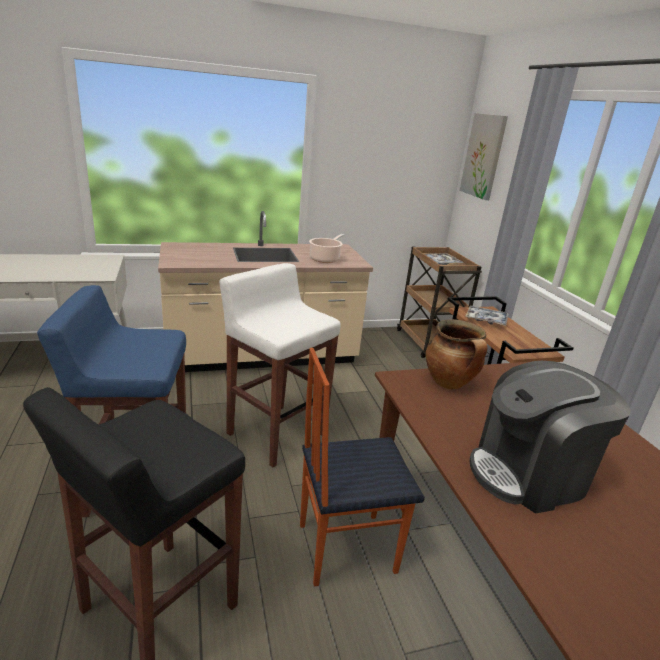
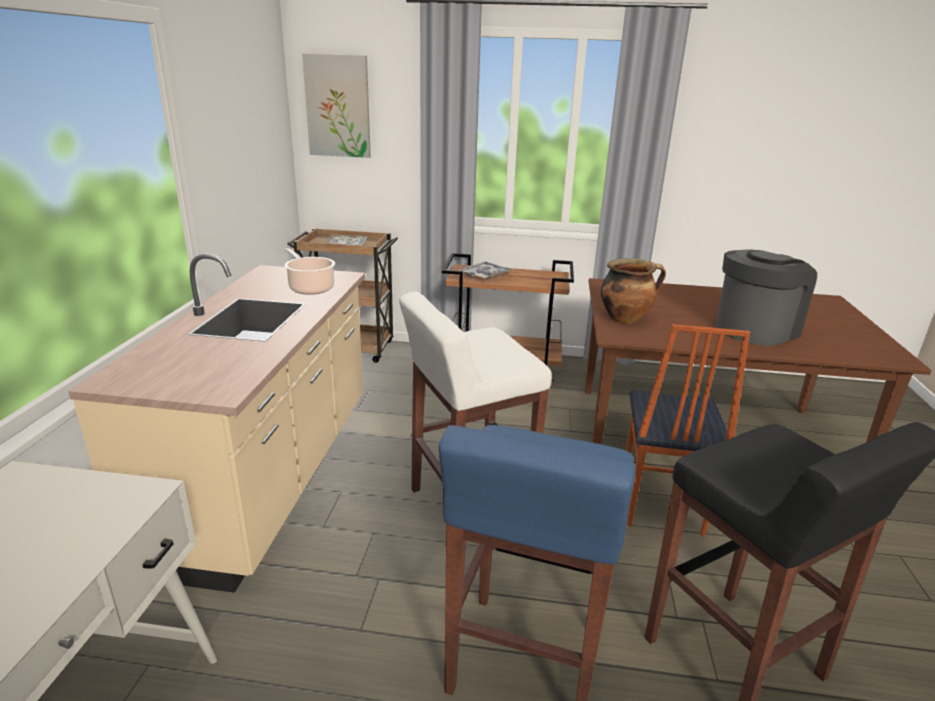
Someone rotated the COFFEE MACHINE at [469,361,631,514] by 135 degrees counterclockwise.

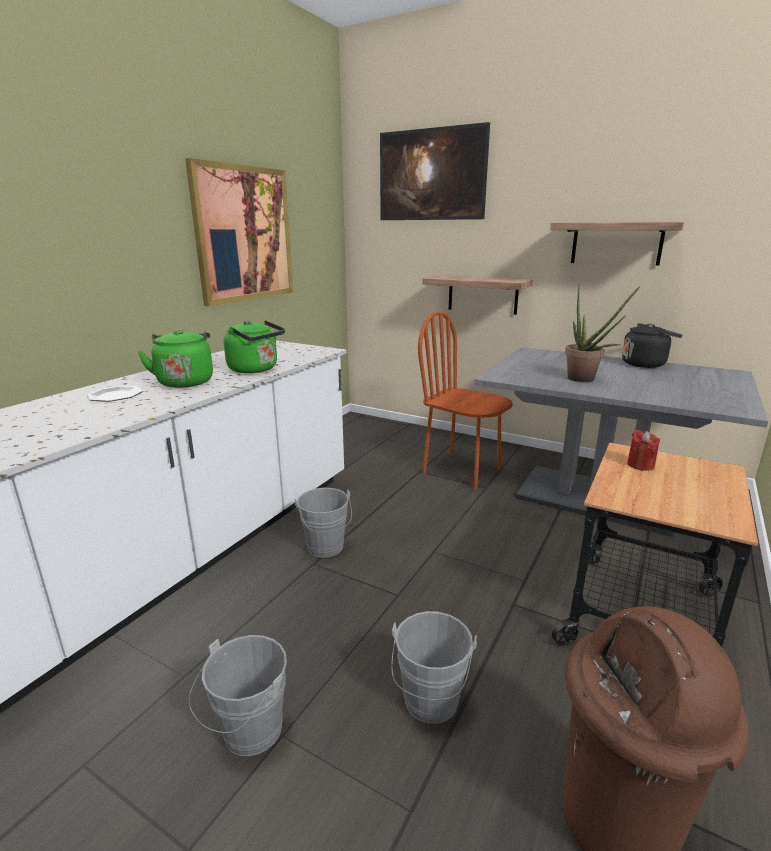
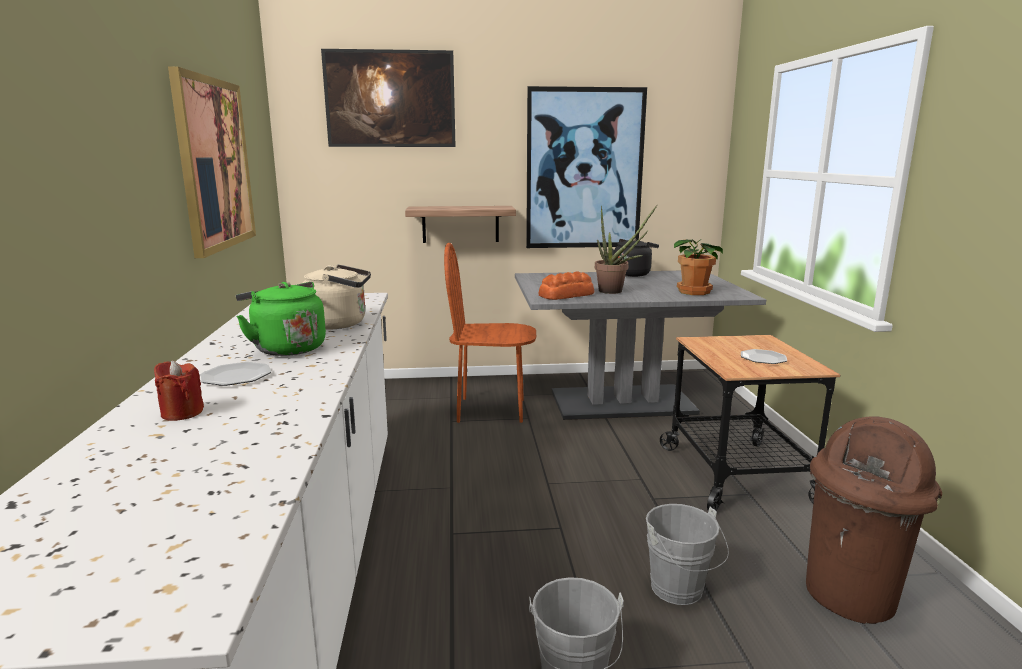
Someone took away the GREY BUCKET at [295,488,352,558].
Someone put down the BREAD at [539,272,594,300].
Someone put down the POTTED PLANT at [674,239,723,295].
Someone put down the PLATE at [741,349,787,364].
Someone carried the RED CANDLE from [627,430,660,471] to [154,360,204,421].
Someone swapped the SHELF at [550,222,685,266] for the PICTURE at [526,86,647,248].
Someone repainted the GREEN KETTLE at [224,320,285,373], which became the BEIGE KETTLE at [303,264,371,329].

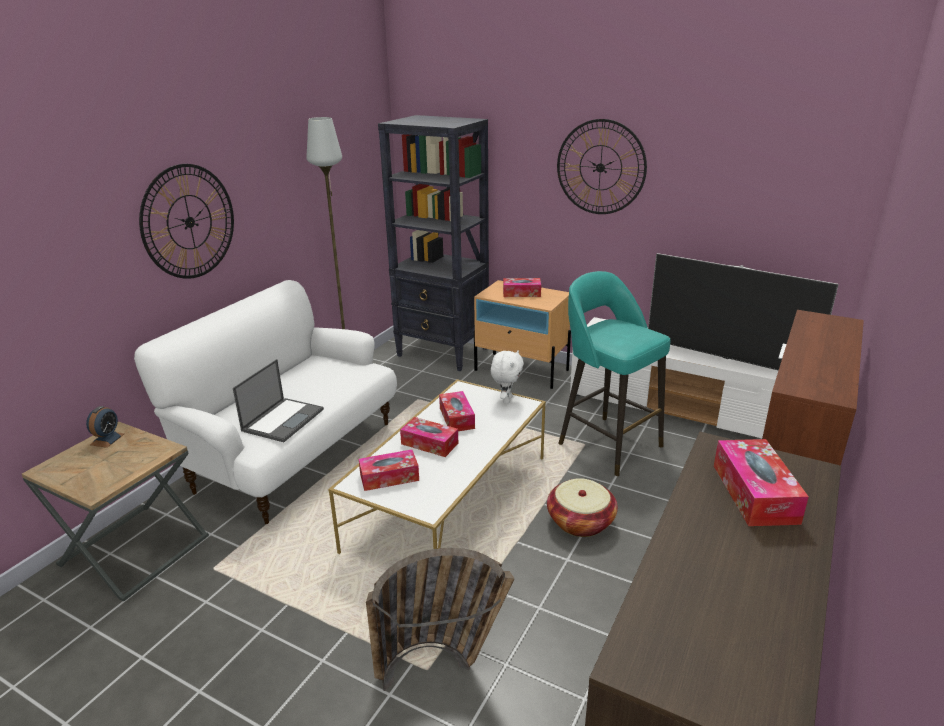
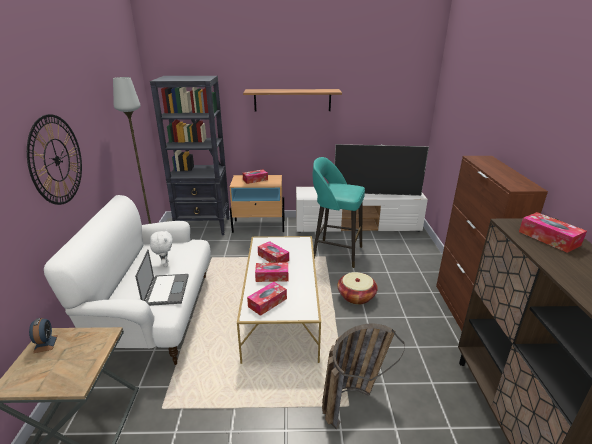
Someone carried the WHITE PLUSH TOY from [491,350,524,404] to [150,229,173,267].
Someone swapped the WALL CLOCK at [557,119,647,214] for the SHELF at [243,89,342,112].

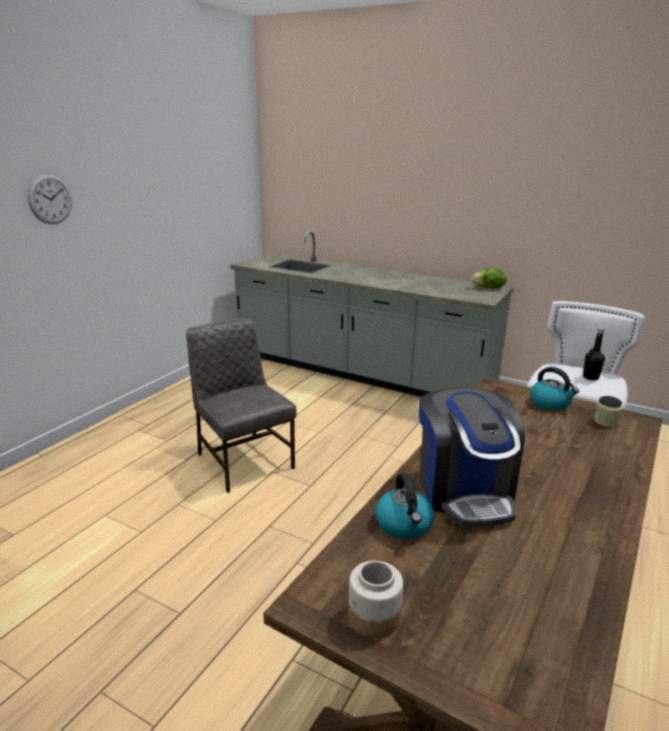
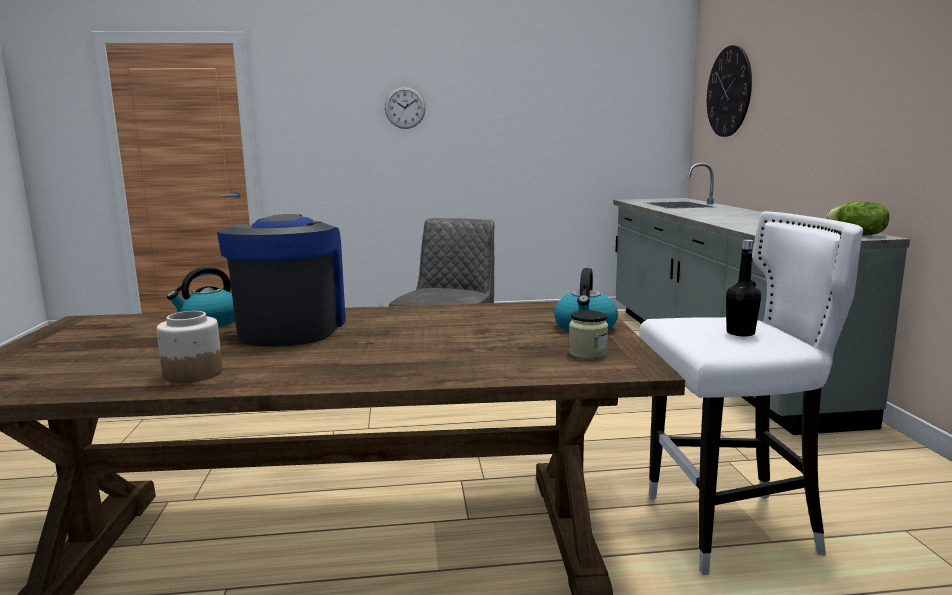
Someone put up the WALL CLOCK at [707,45,752,137].
Someone carried the JAR from [348,561,403,638] to [157,311,223,383].
Someone rotated the COFFEE MACHINE at [419,388,525,527] by 135 degrees clockwise.

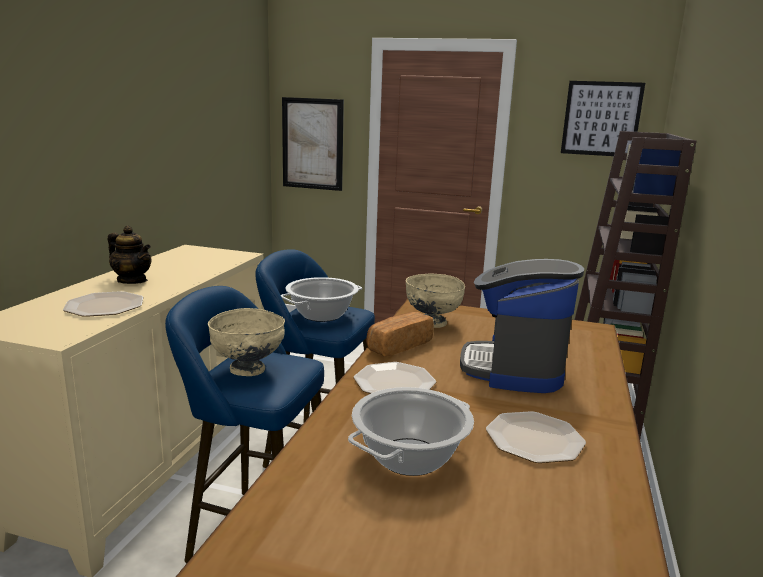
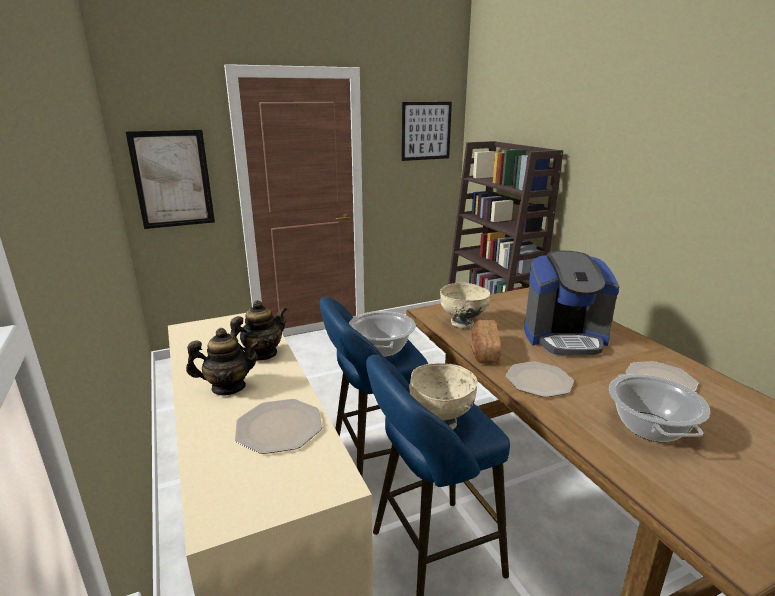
Someone put down the TEAPOT at [230,300,287,360].
Someone rotated the COFFEE MACHINE at [460,259,584,393] by 60 degrees counterclockwise.

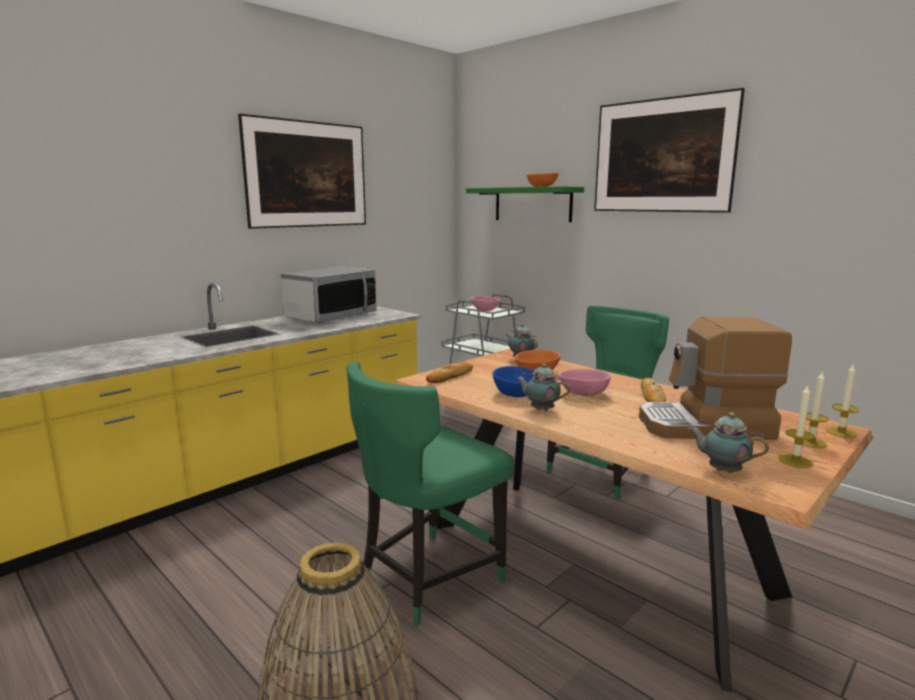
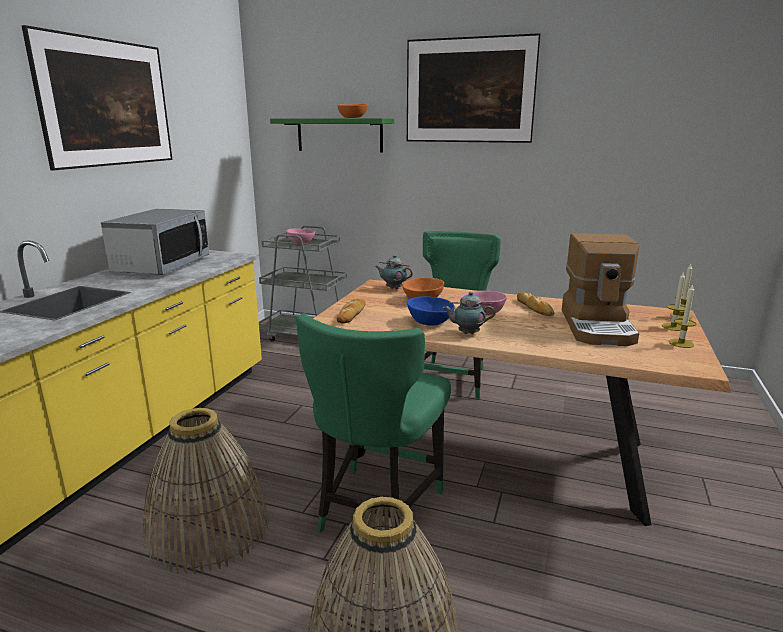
Someone took away the TEAPOT at [688,412,769,473].
Someone put down the BASKET at [143,408,269,574].
Someone rotated the COFFEE MACHINE at [639,317,792,440] by 60 degrees counterclockwise.

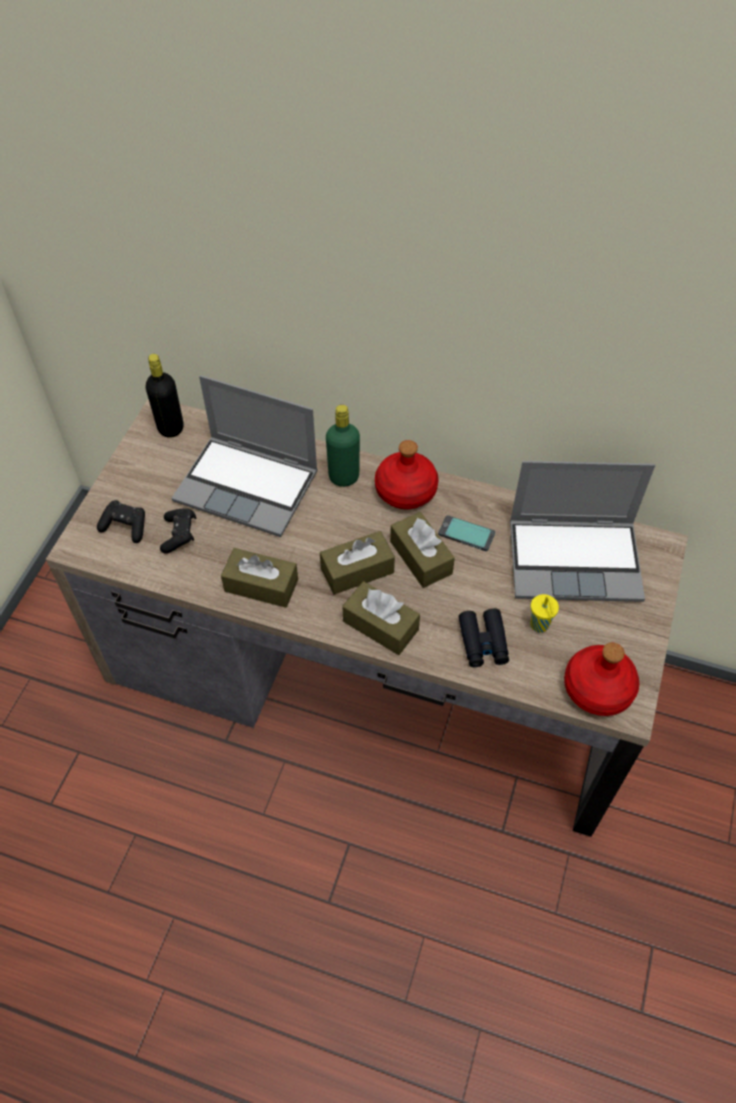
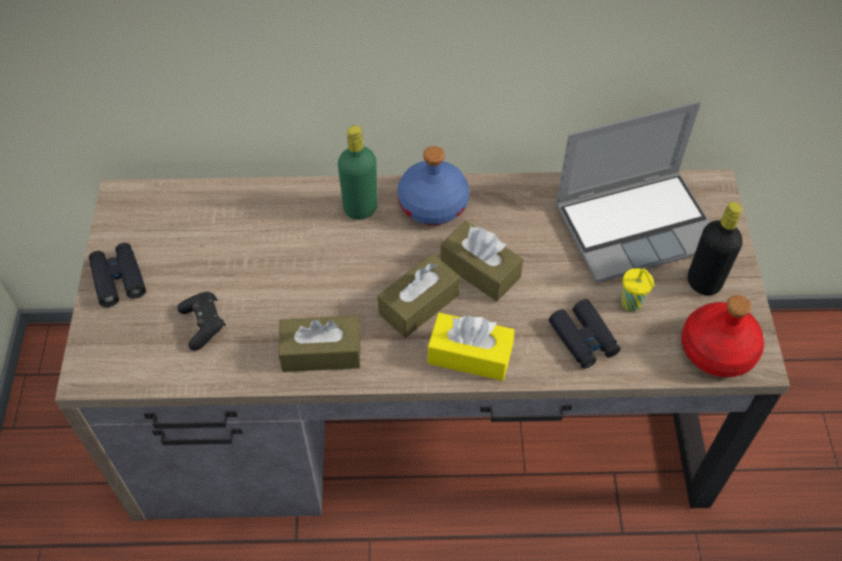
Someone took away the BLACK GAME CONTROLLER at [97,500,145,543].
Someone took away the LAPTOP at [172,375,318,537].
Someone took away the PHONE at [438,515,495,551].
Someone put down the BLACK BINOCULARS at [89,243,146,307].
Someone carried the BLACK BOTTLE from [146,354,184,438] to [688,202,742,295].
Someone repainted the BROWN TISSUE BOX at [342,581,420,655], which became the YELLOW TISSUE BOX at [428,313,514,381].
Someone repainted the RED BOTTLE at [375,440,439,510], which became the BLUE BOTTLE at [398,146,469,225].

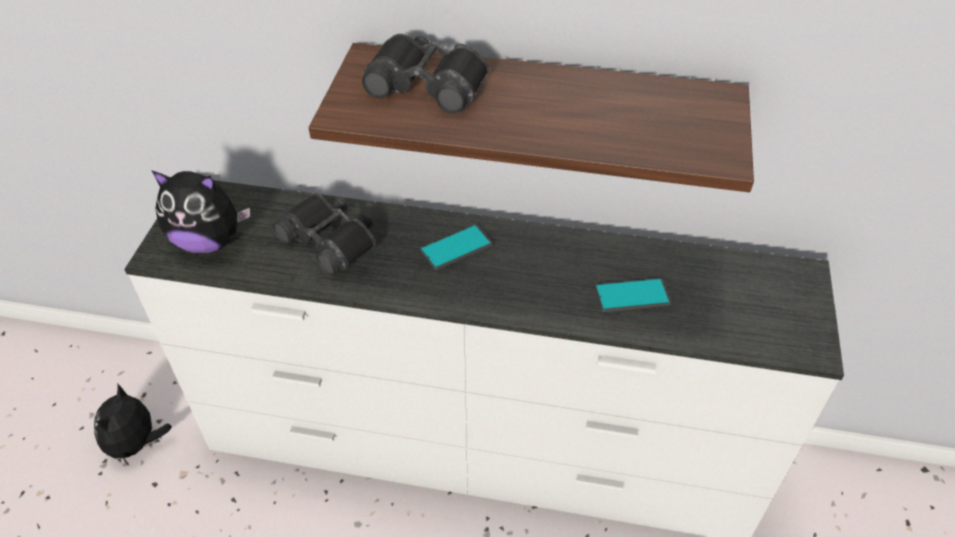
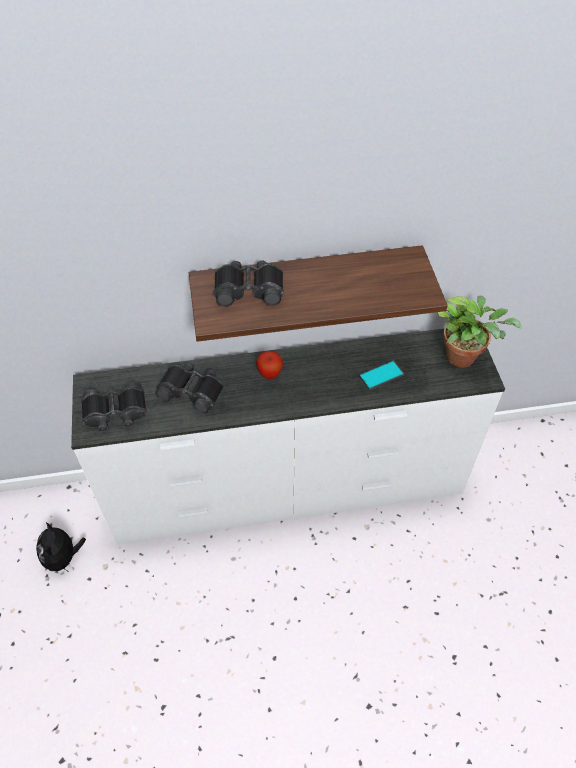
Someone put down the POTTED PLANT at [437,295,522,367].
Someone swapped the PLUSH TOY at [151,170,250,253] for the BLACK BINOCULARS at [81,382,147,432].
Someone swapped the PHONE at [420,224,492,270] for the APPLE at [256,351,283,379].

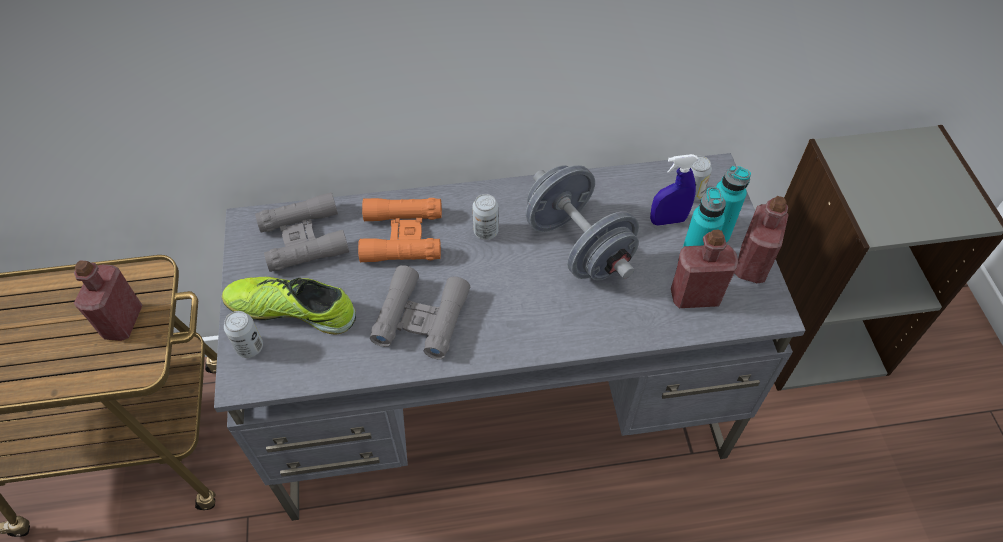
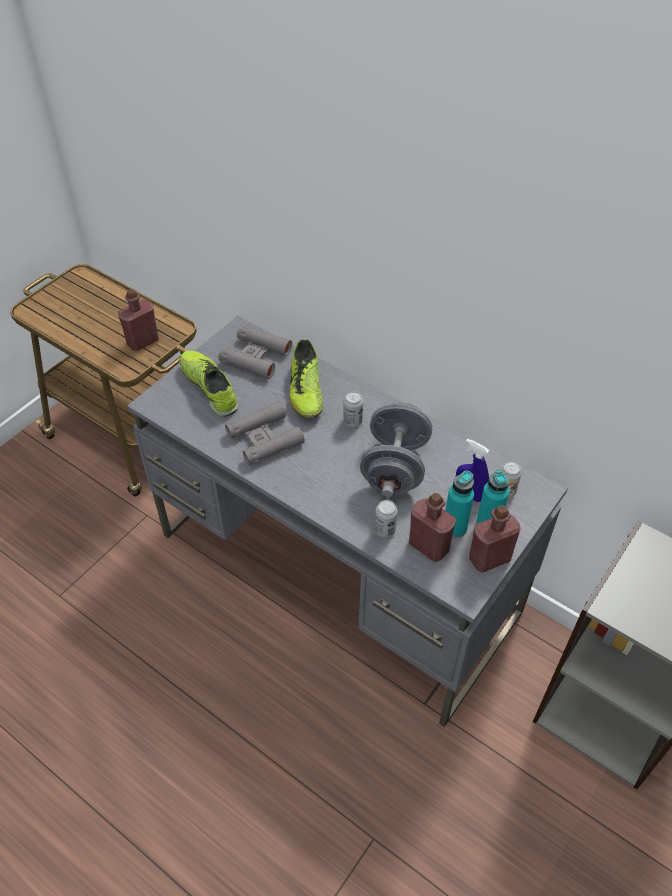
Someone carried the CAN from [224,311,263,358] to [375,500,397,538].
Someone swapped the ORANGE BINOCULARS at [358,198,442,262] for the SHOE at [289,340,323,418].

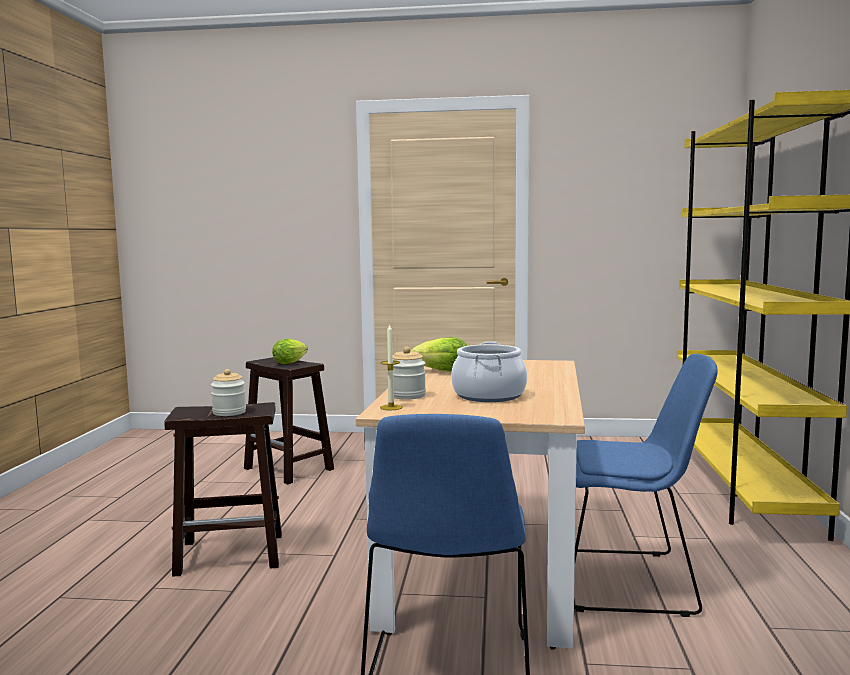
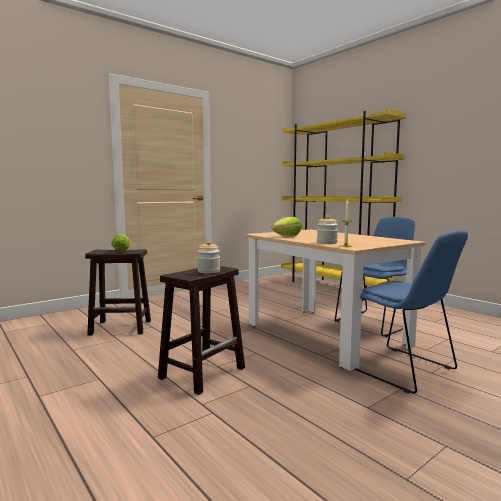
Someone took away the COOKING POT at [451,341,527,402].

